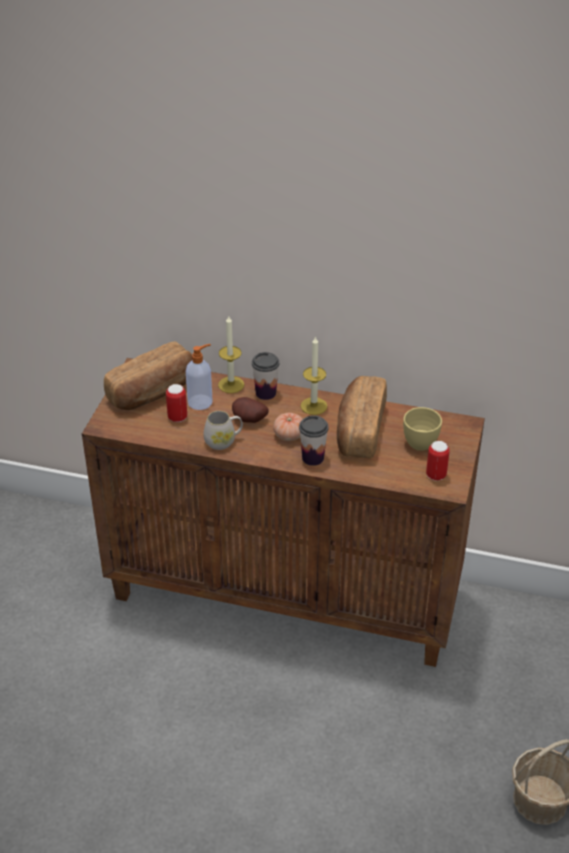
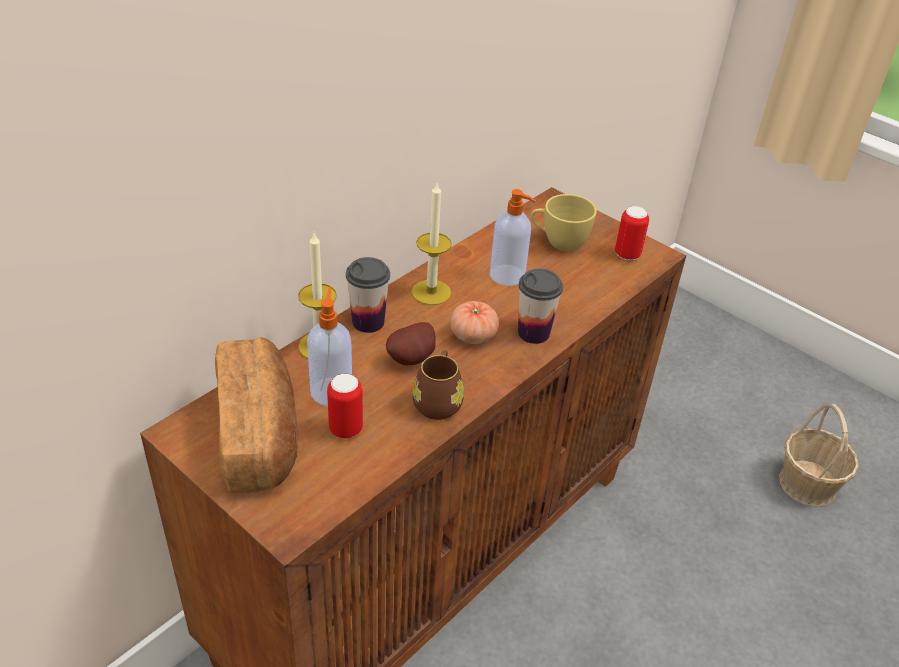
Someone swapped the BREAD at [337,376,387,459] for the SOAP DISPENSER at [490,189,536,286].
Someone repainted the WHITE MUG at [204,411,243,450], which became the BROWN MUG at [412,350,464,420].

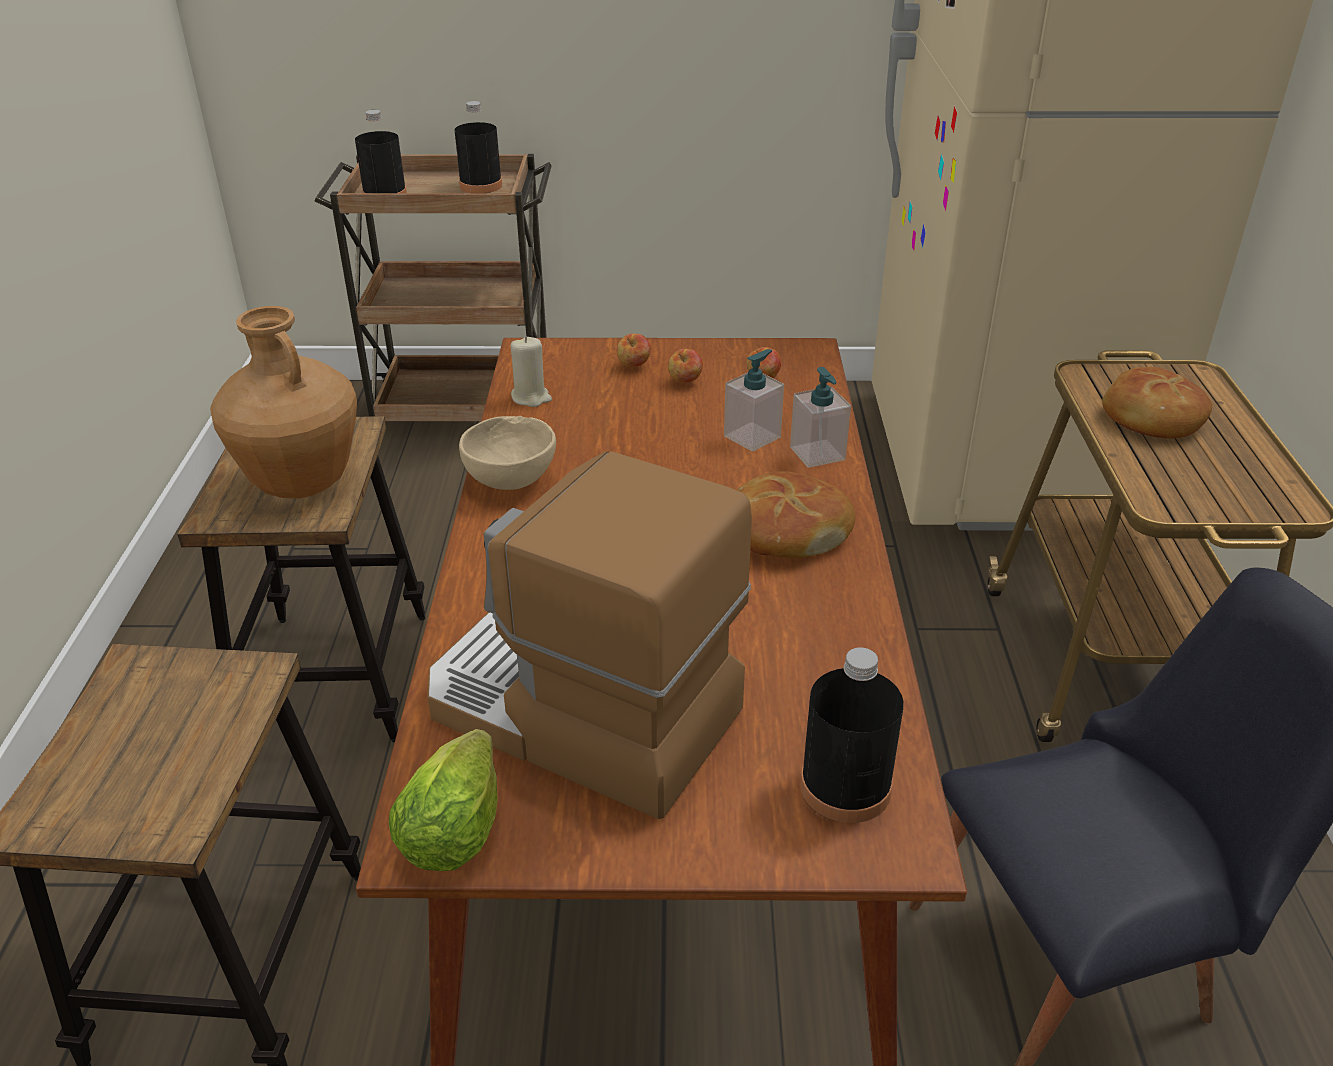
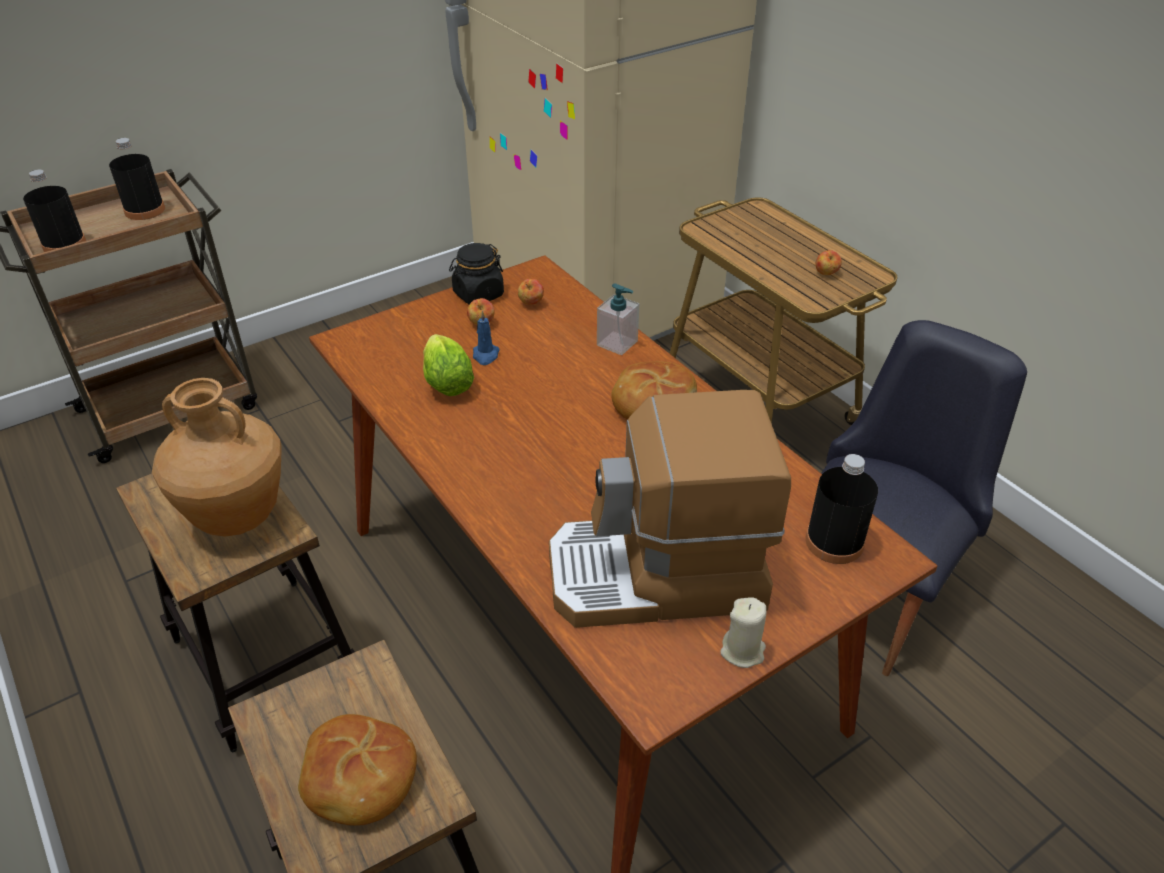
Someone took away the BEIGE BOWL at [459,416,556,490].
Someone took away the SOAP DISPENSER at [724,349,784,452].
Someone put down the BLACK JAR at [449,243,504,304].
Someone put down the BLUE CANDLE at [473,310,500,365].
Someone carried the LETTUCE from [389,729,498,871] to [423,334,474,396].
Someone carried the BEIGE CANDLE from [511,337,552,407] to [720,597,766,668].
Someone carried the APPLE from [617,334,651,367] to [816,250,842,275].
Someone carried the BREAD from [1102,367,1212,439] to [298,714,417,826].

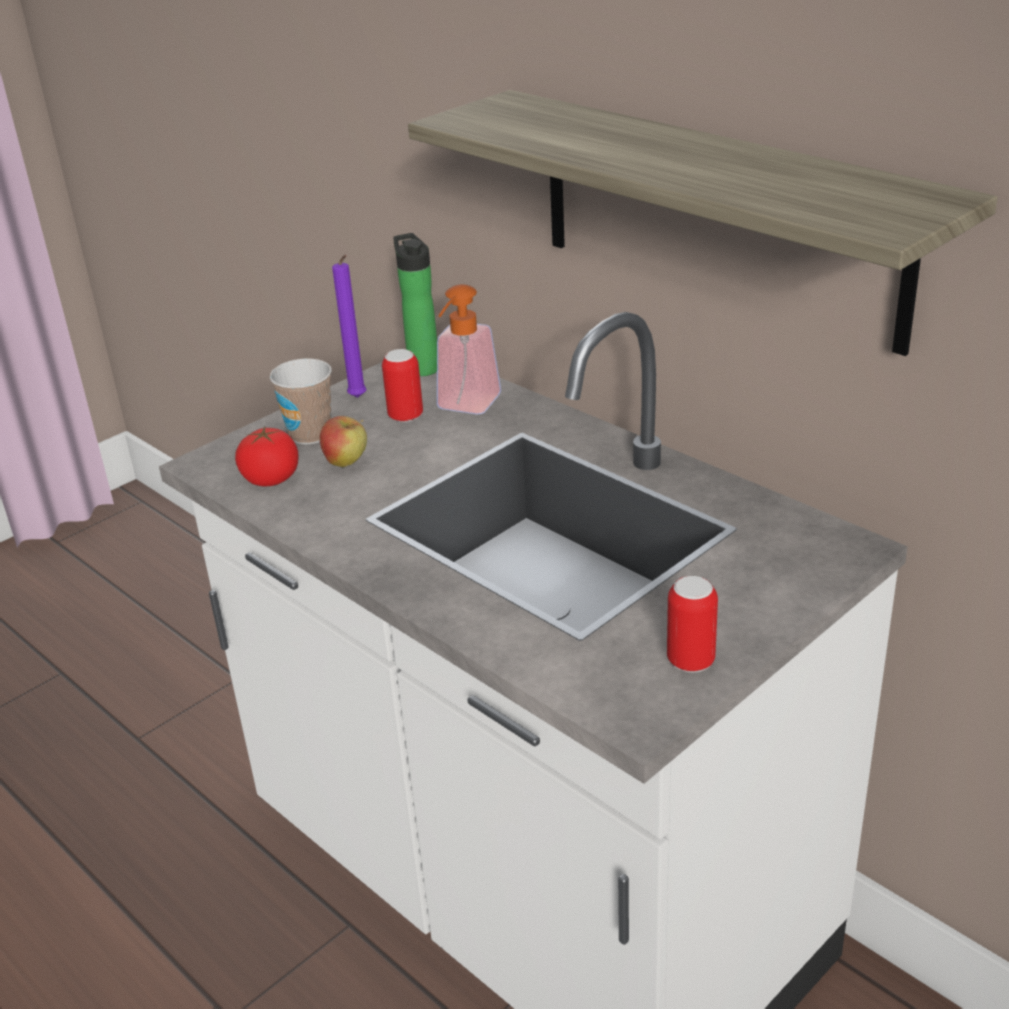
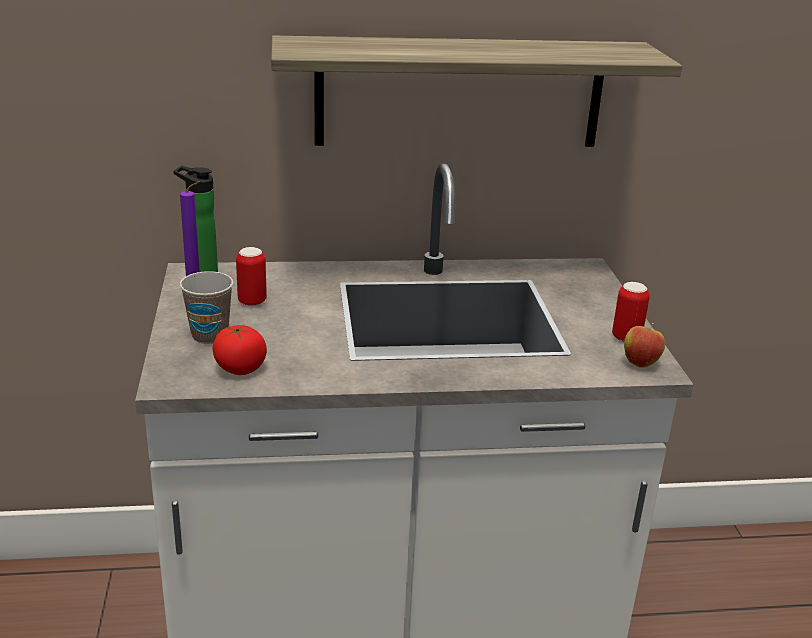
Someone took away the SOAP DISPENSER at [437,284,501,415].
Someone carried the APPLE from [320,416,367,467] to [624,323,665,368].

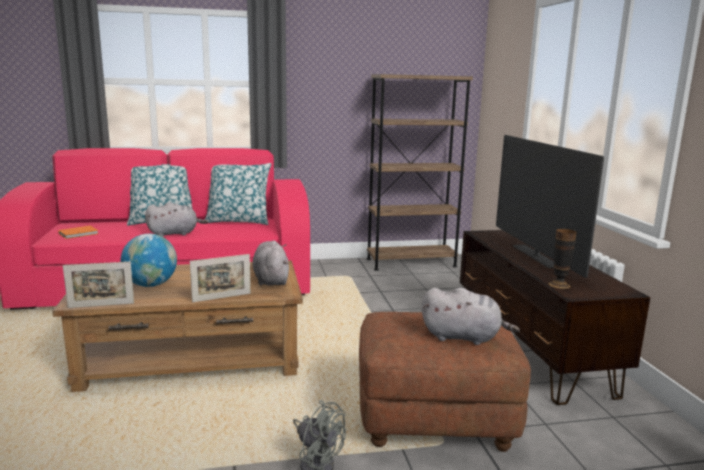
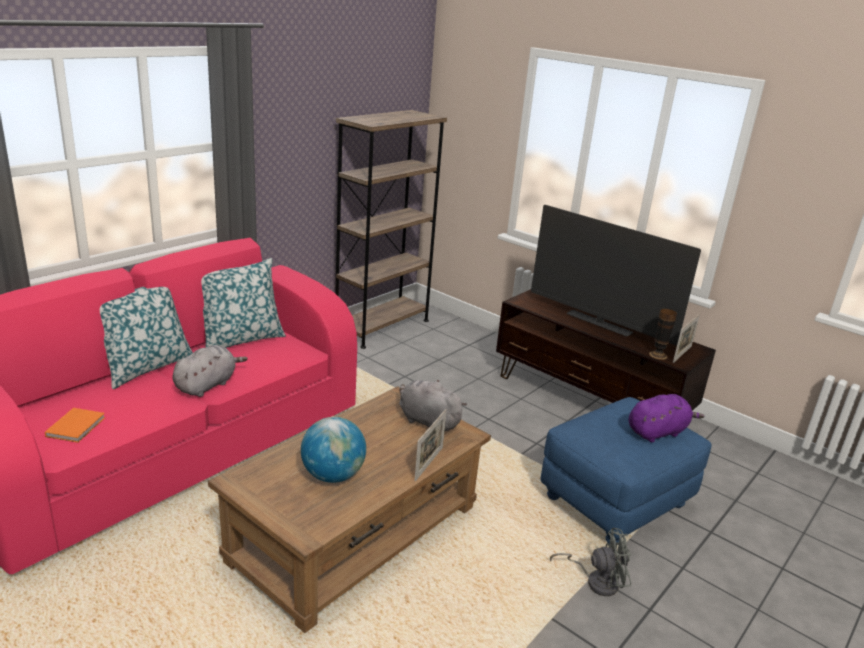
Someone carried the PICTURE FRAME from [63,262,134,308] to [673,314,700,363].
Someone repainted the BROWN OTTOMAN at [359,312,531,452], which became the BLUE OTTOMAN at [540,397,712,545].
Someone repainted the GREY PLUSH TOY at [422,288,520,345], which became the PURPLE PLUSH TOY at [629,394,704,442].

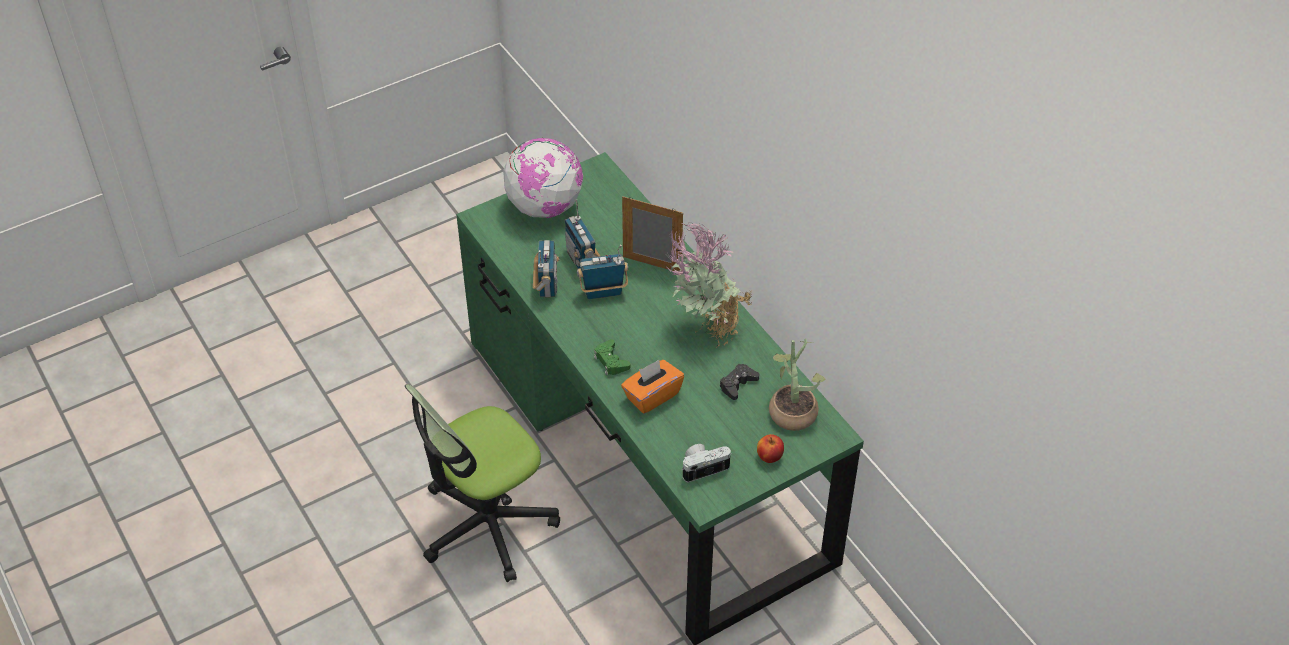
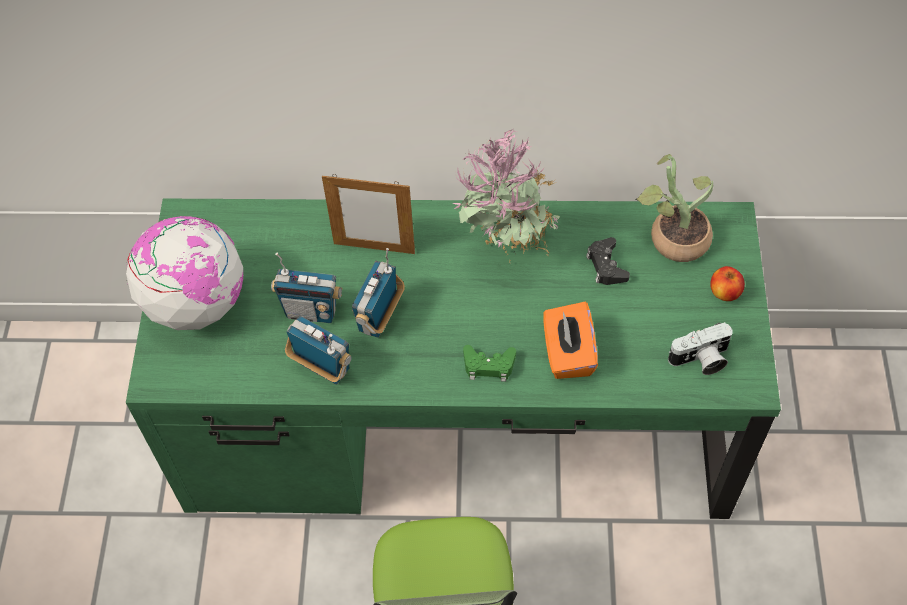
Someone rotated the PICTURE FRAME at [622,196,683,271] by 135 degrees counterclockwise.
Someone rotated the PHOTO CAMERA at [683,444,732,482] by 120 degrees counterclockwise.

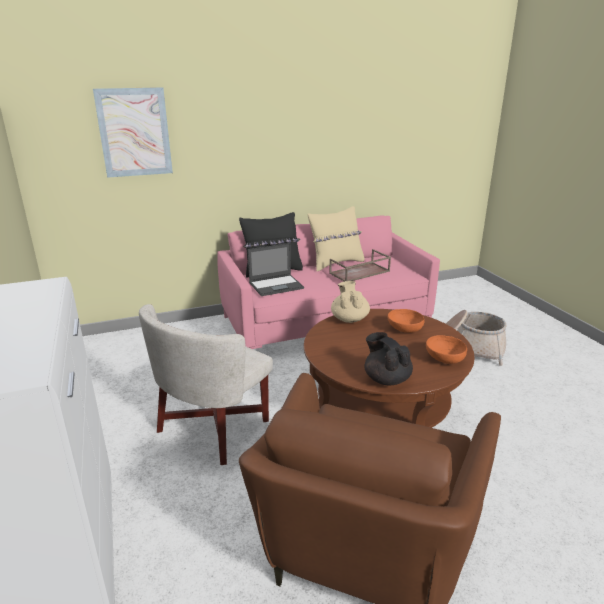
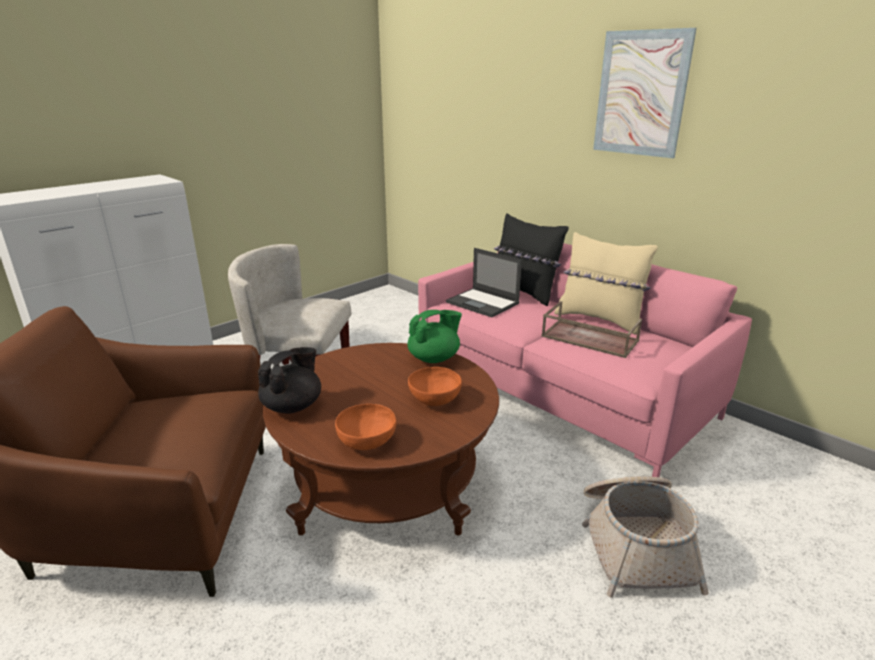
Someone carried the PICTURE from [93,87,173,178] to [593,28,697,158].
Someone repainted the BEIGE TEAPOT at [331,281,370,323], which became the GREEN TEAPOT at [407,310,462,363].

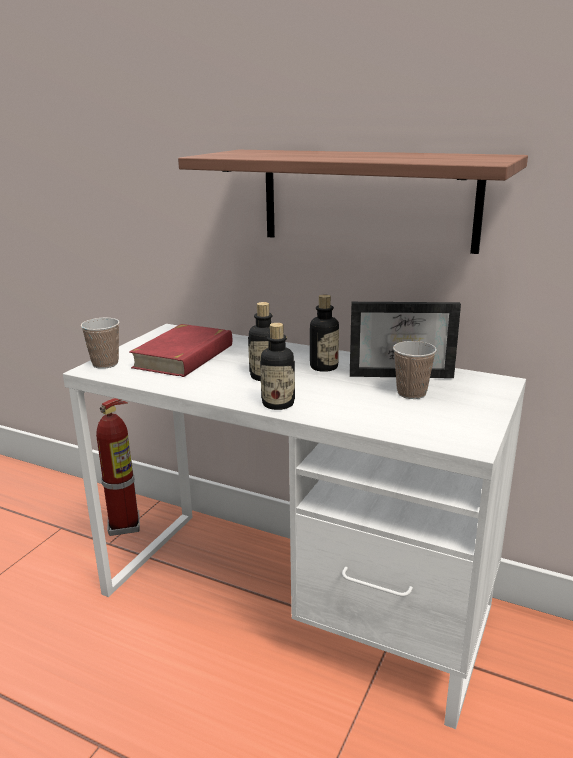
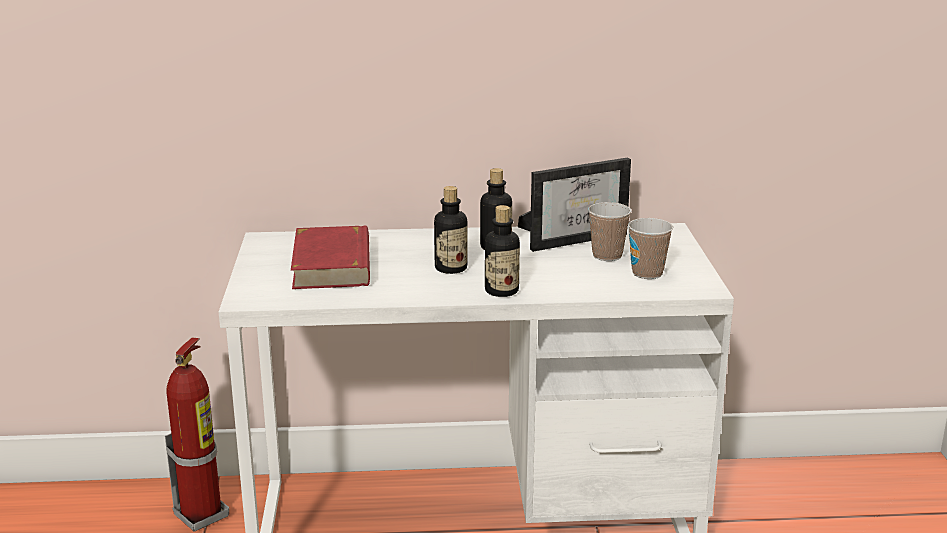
Someone took away the SHELF at [178,150,528,254].
Someone carried the CUP from [81,318,120,369] to [628,218,673,279].

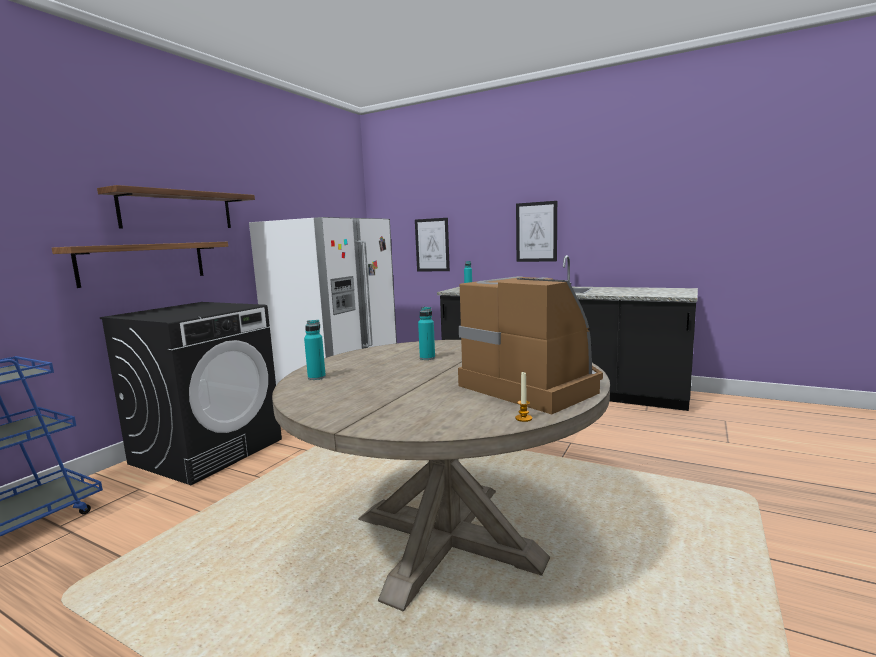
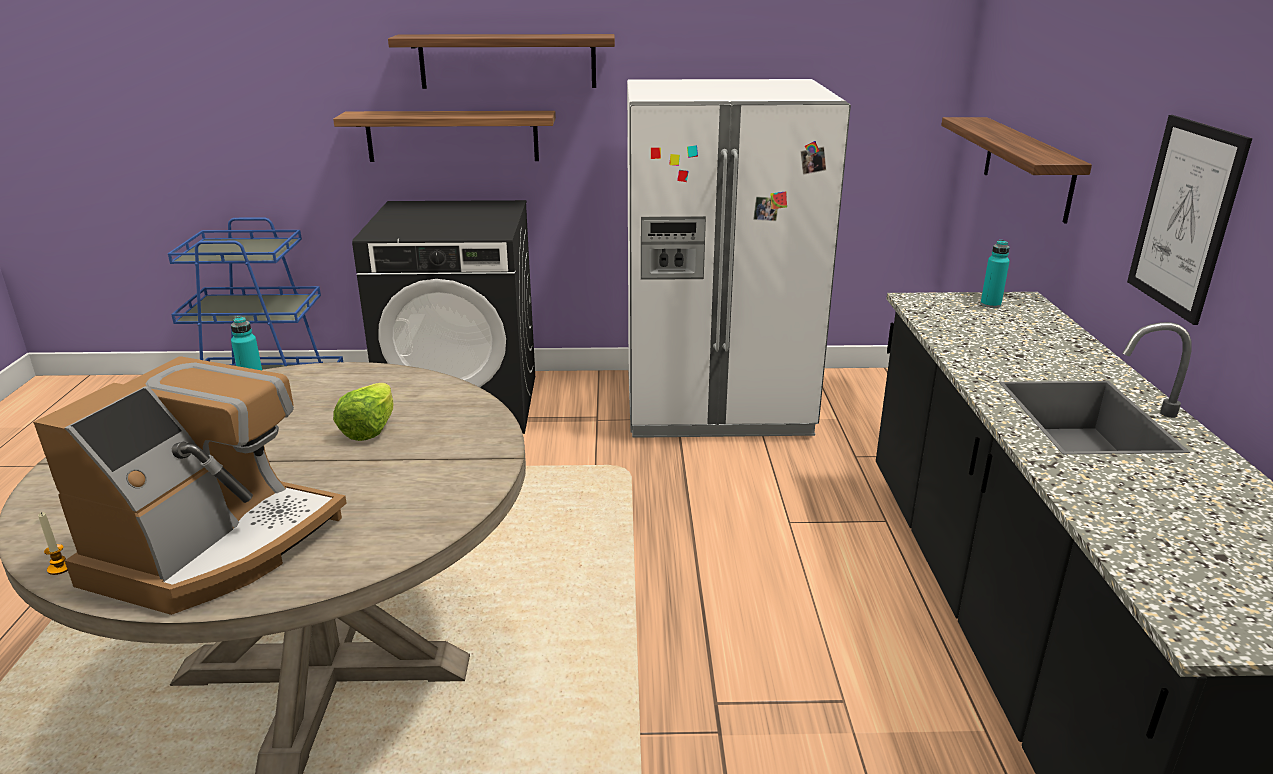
Someone swapped the PICTURE at [415,218,450,271] for the SHELF at [941,117,1092,224].
Someone swapped the TURQUOISE BOTTLE at [418,307,435,360] for the LETTUCE at [333,383,393,441].

